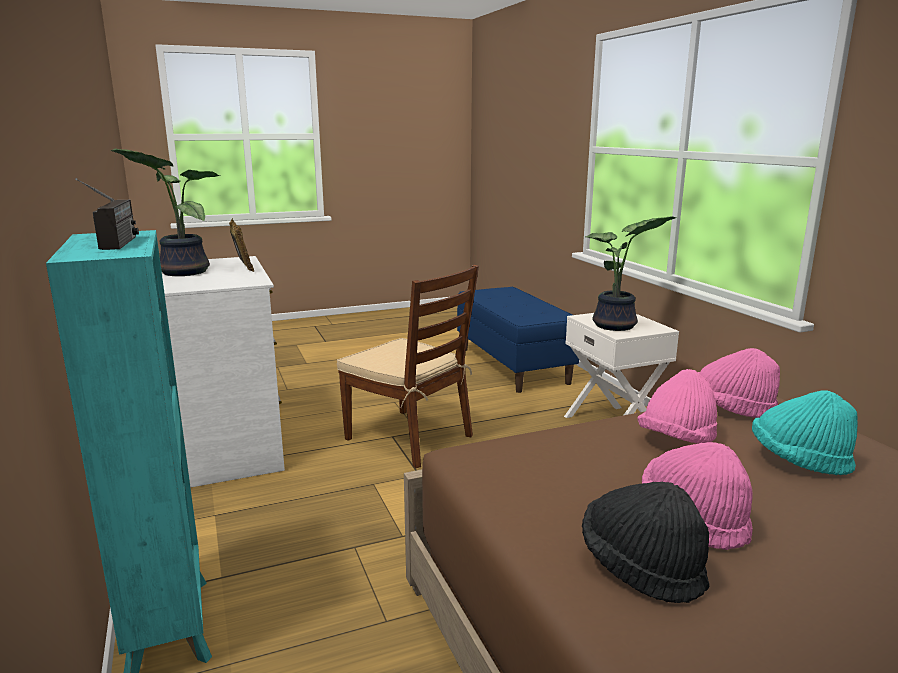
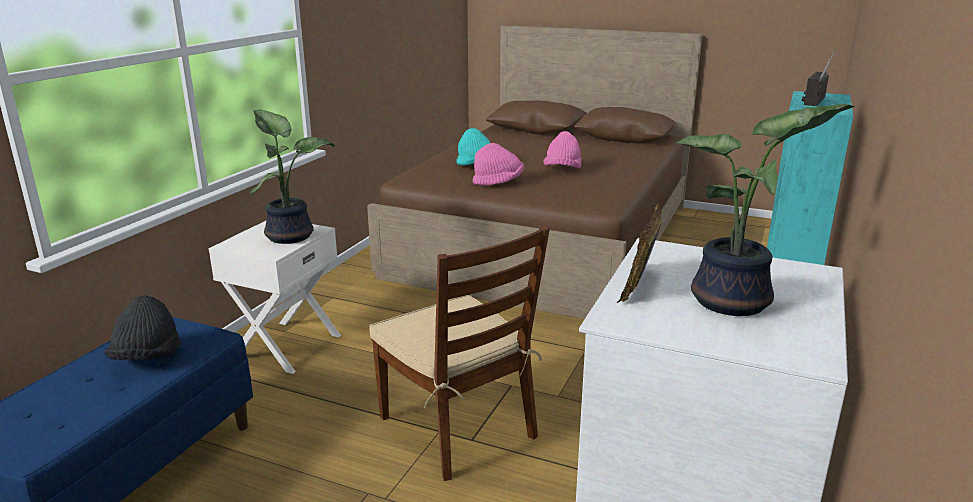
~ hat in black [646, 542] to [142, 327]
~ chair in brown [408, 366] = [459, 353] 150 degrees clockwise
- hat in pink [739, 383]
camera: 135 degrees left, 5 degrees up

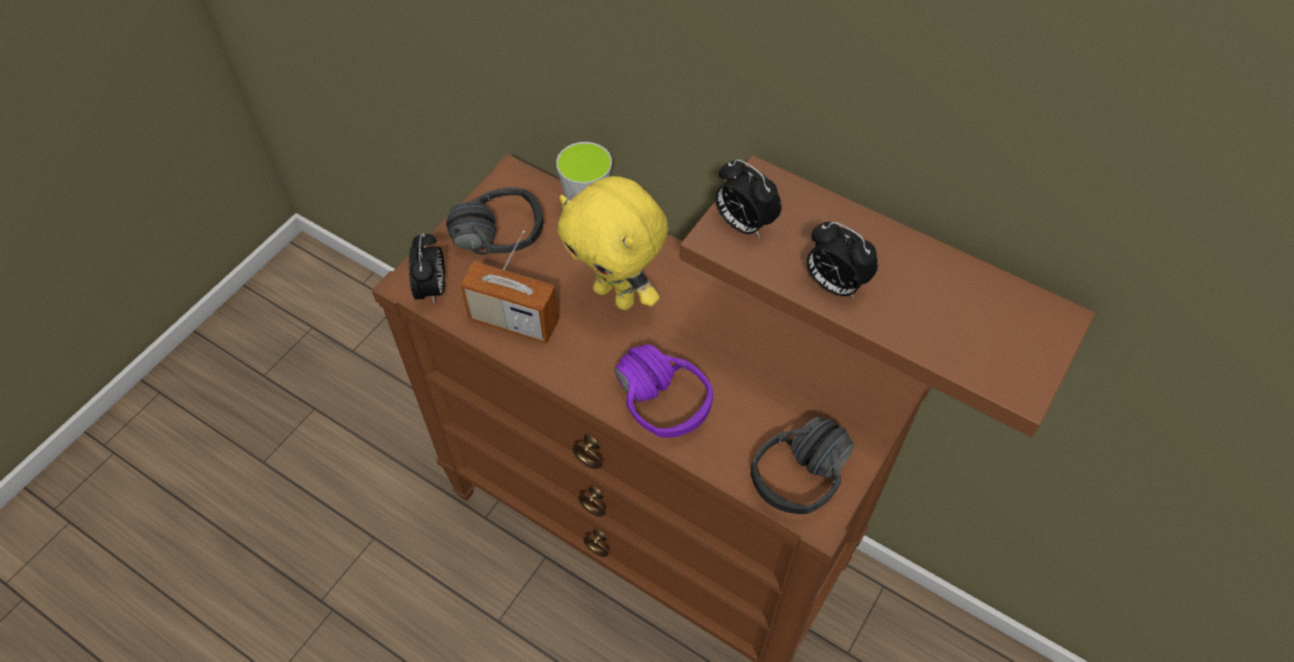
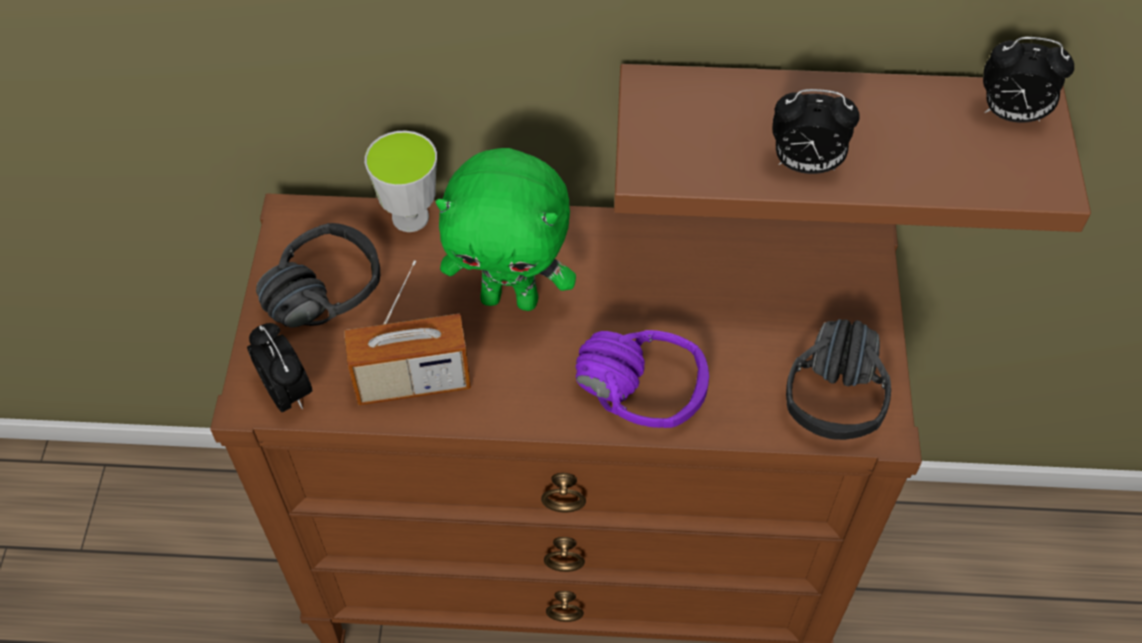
~ plush toy in yellow [612, 243] to plush toy in green [506, 229]
~ alarm clock [748, 198] to [1028, 80]
camera: 30 degrees left, 0 degrees up

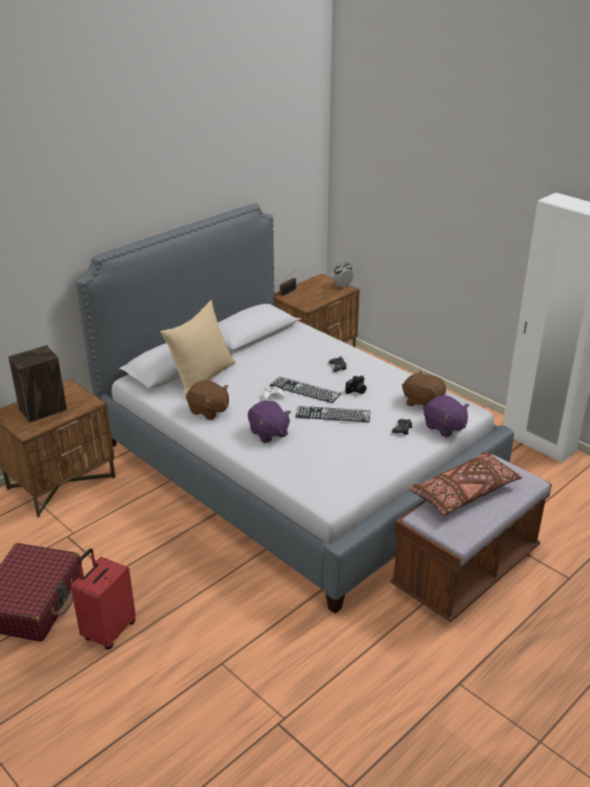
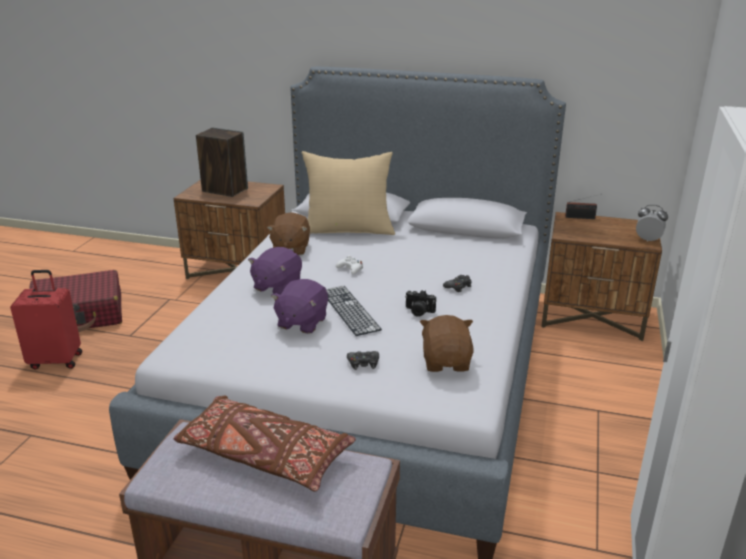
~ plush toy in purple [446, 416] to [299, 306]
- keyboard [305, 389]
camera: 60 degrees right, 5 degrees down

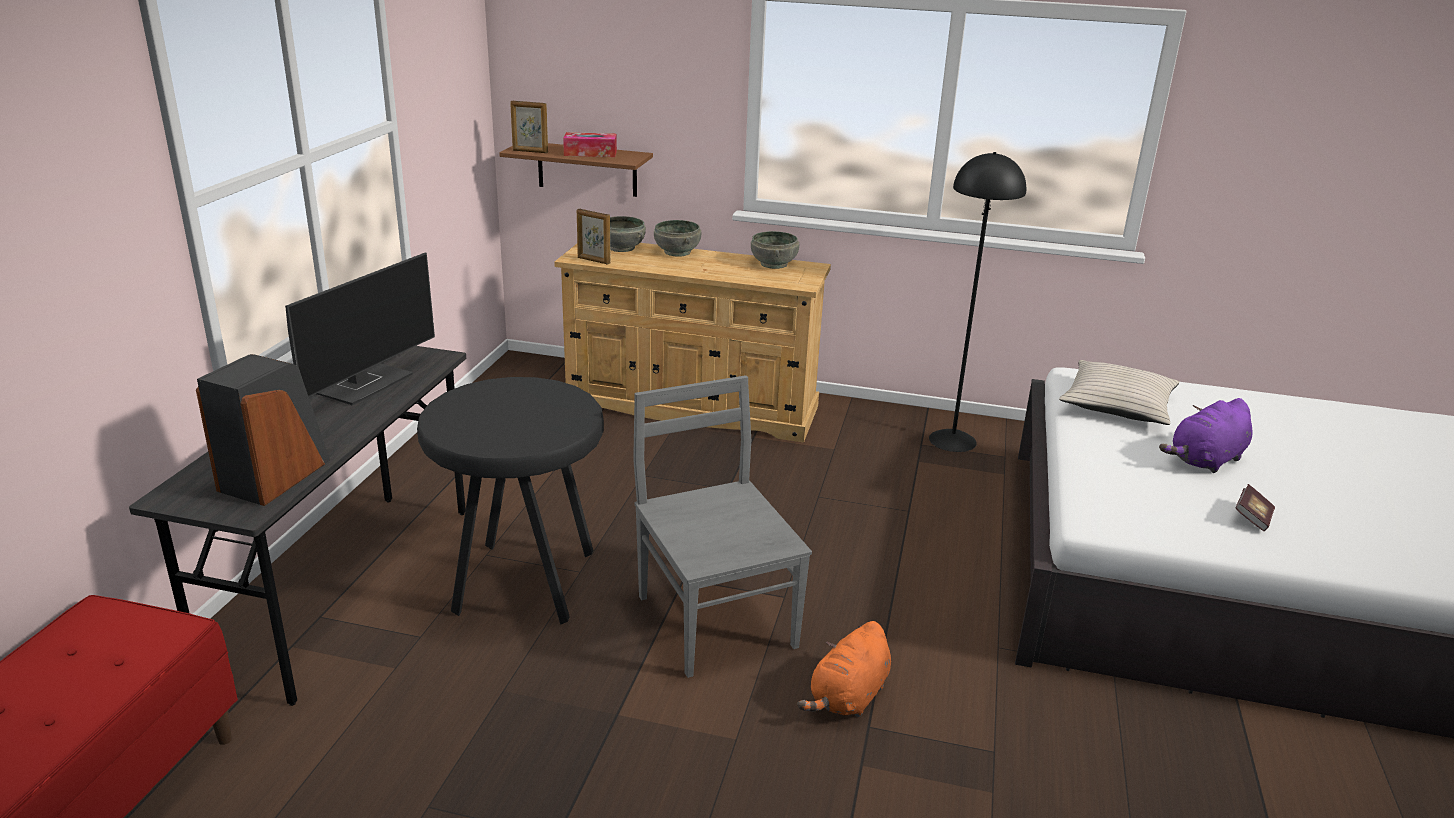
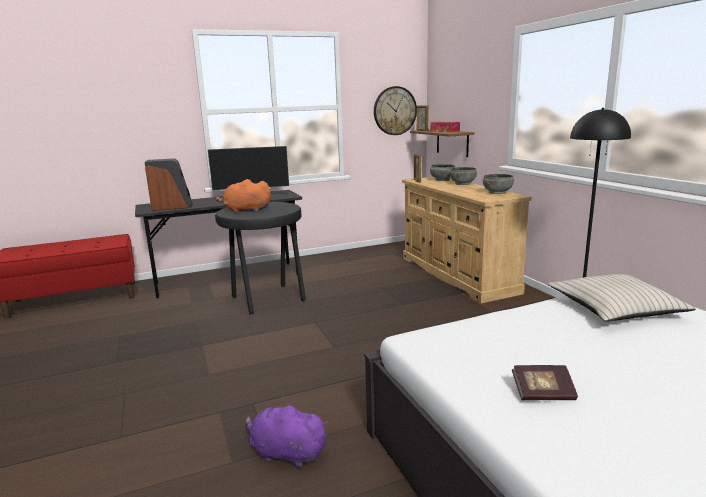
~ plush toy in orange [844, 669] to [243, 196]
~ plush toy in purple [1205, 435] to [286, 435]
+ wall clock [395, 110]
- chair in grey [722, 526]
camera: 55 degrees right, 10 degrees down

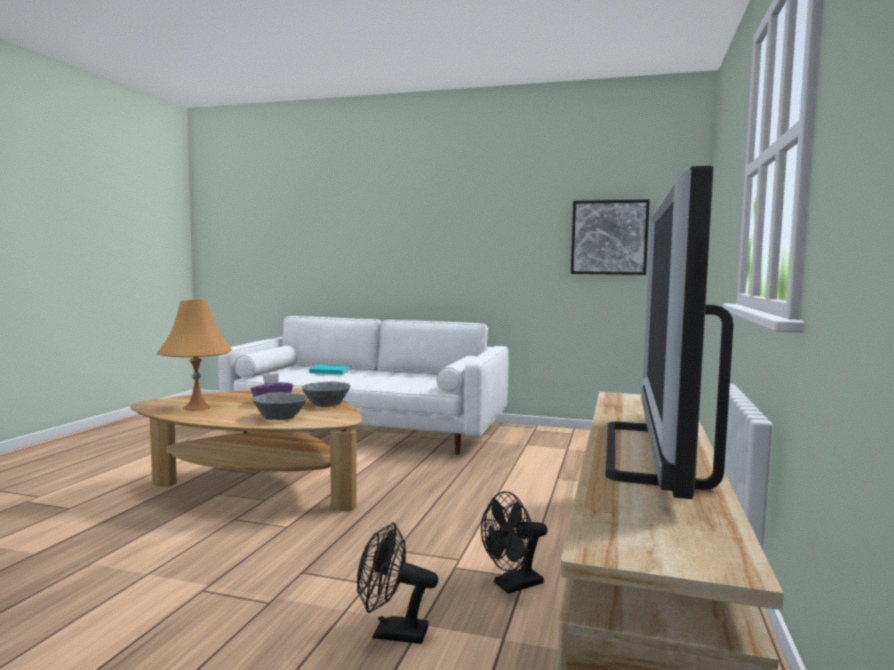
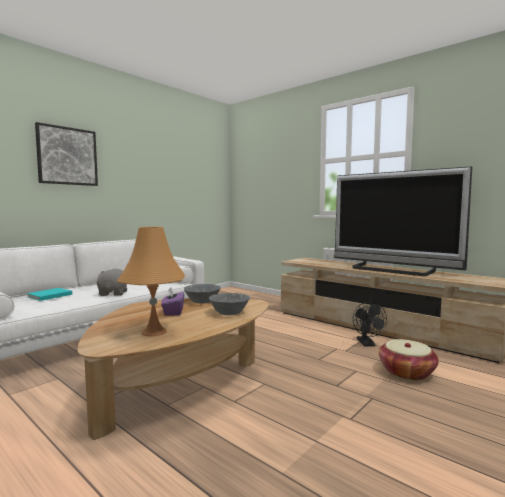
~ picture [610, 237] to [66, 154]
+ plush toy in grey [112, 282]
~ fan in black [397, 583] to basket [409, 359]
camera: 65 degrees left, 0 degrees up

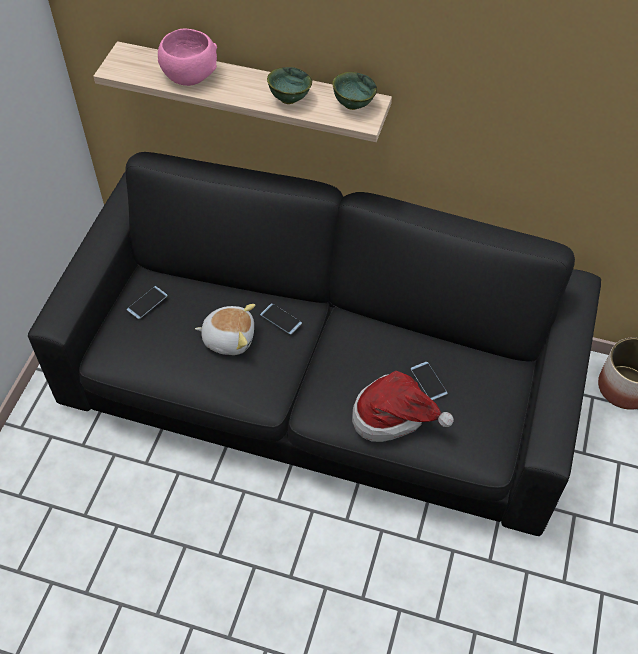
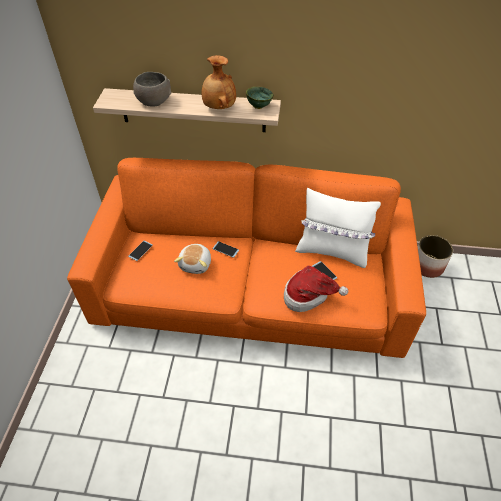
~ sofa in black [314, 344] to sofa in orange [246, 258]
~ bowl in pink [187, 57] to bowl in grey [152, 89]
~ plush toy [225, 329] = [192, 259] 105 degrees clockwise
~ bowl in green [289, 85] to vase in brown [219, 82]
+ pillow in white [338, 228]
camera: 10 degrees left, 5 degrees down

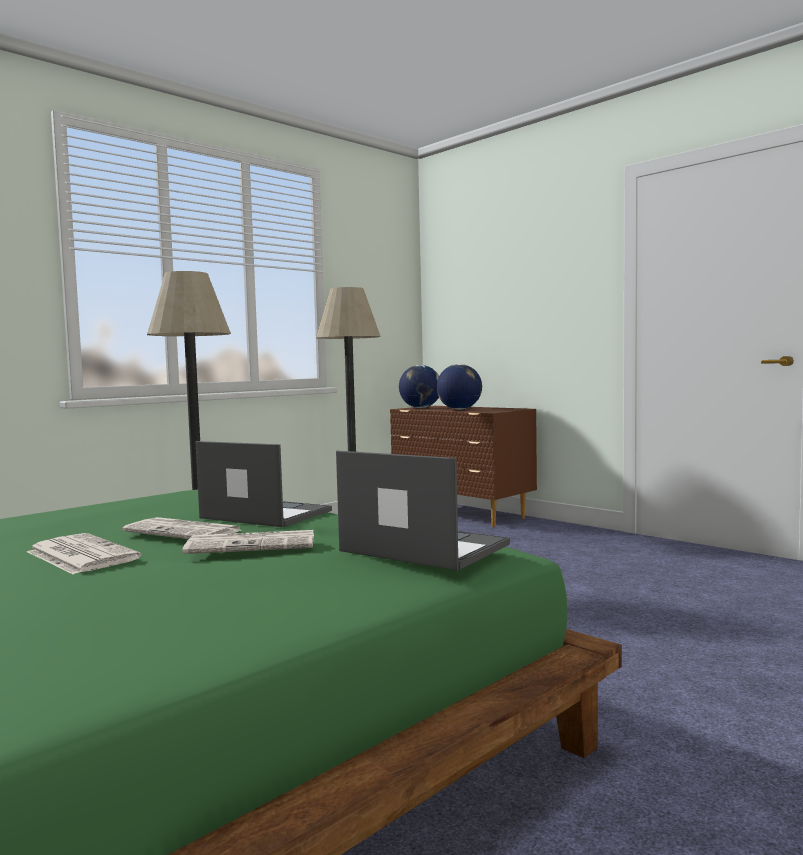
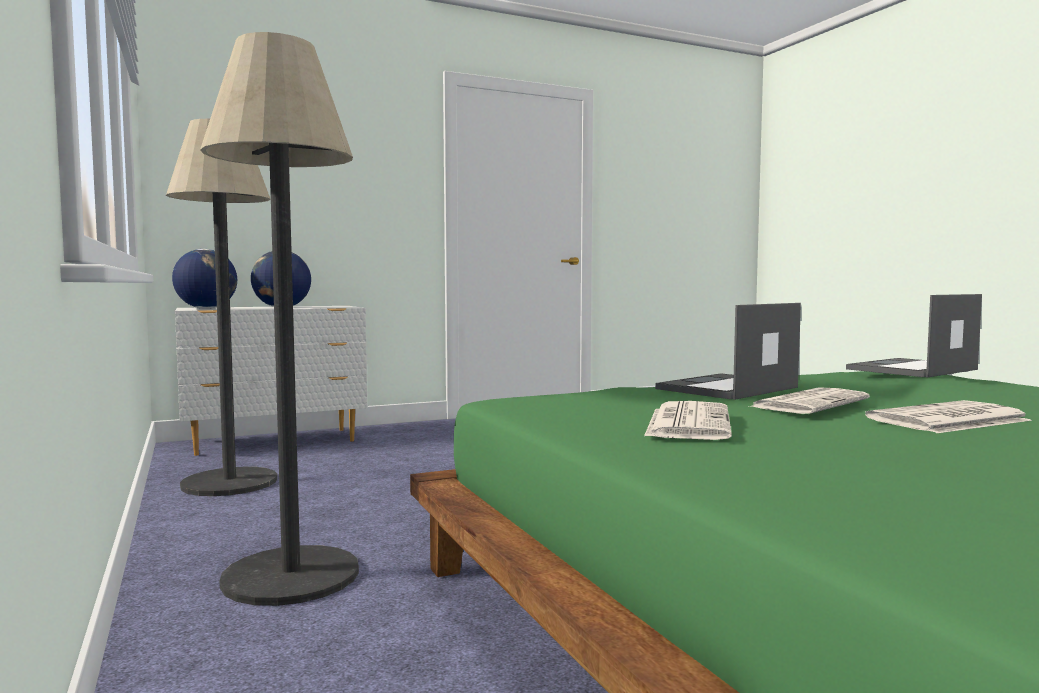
~ dresser in brown [463, 466] to dresser in white [271, 381]
~ newspaper [248, 542] to [688, 420]
camera: 70 degrees left, 0 degrees up

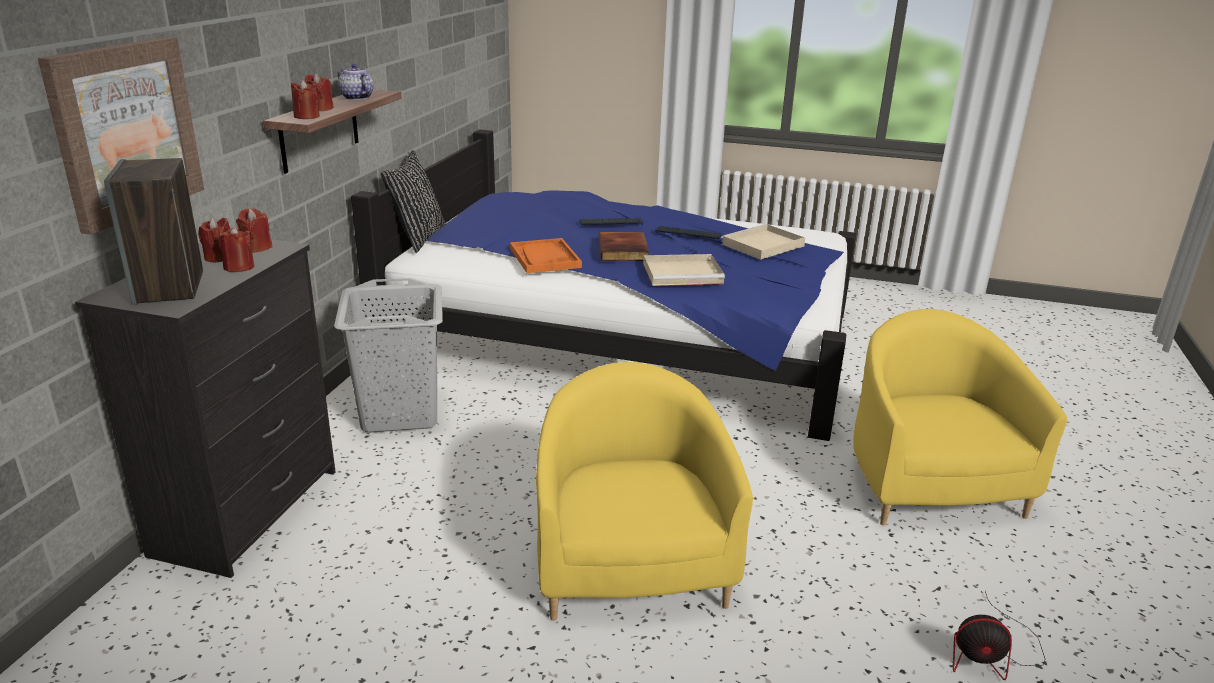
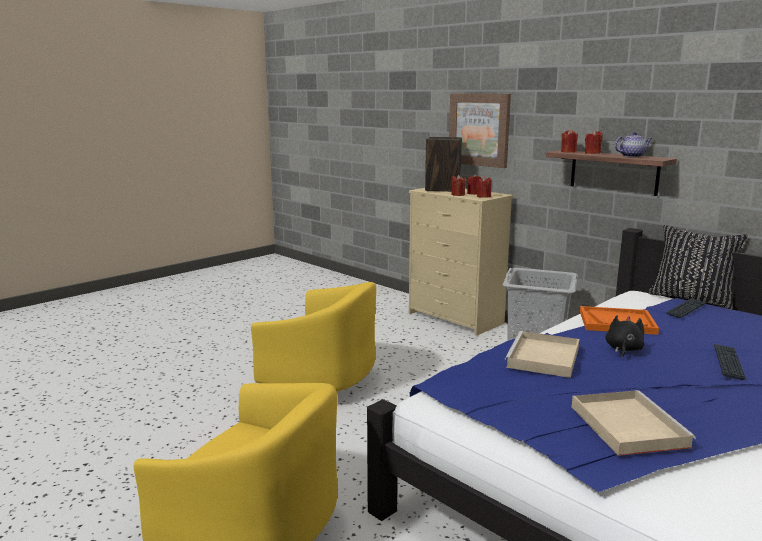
~ dresser in black [205, 409] to dresser in beige [461, 262]
~ book [623, 246] to plush toy in black [625, 336]
~ keyboard [688, 232] to [686, 308]
- fan [999, 635]
camera: 120 degrees right, 10 degrees down

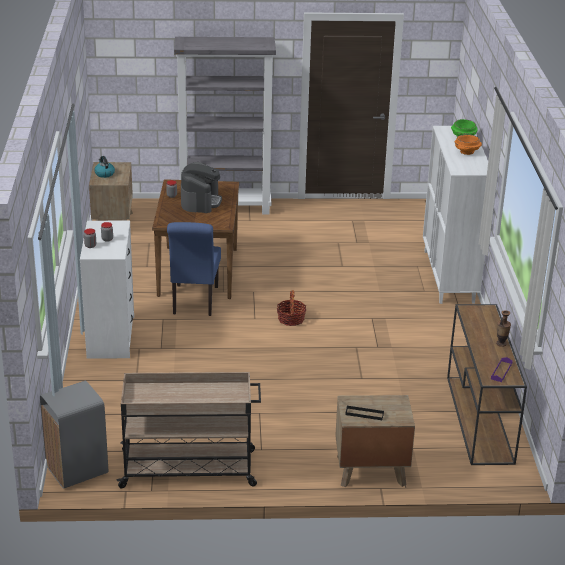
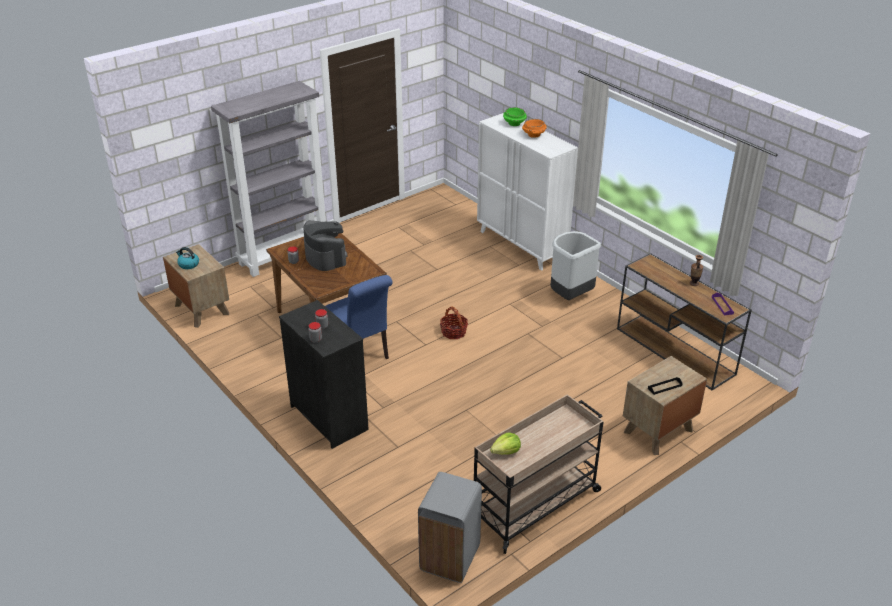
~ dresser in white [107, 290] to dresser in black [324, 374]
+ lettuce [505, 443]
+ trash can in grey [576, 265]
camera: 35 degrees left, 5 degrees up

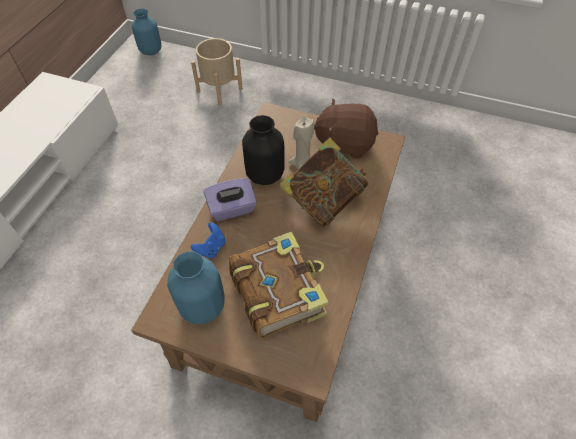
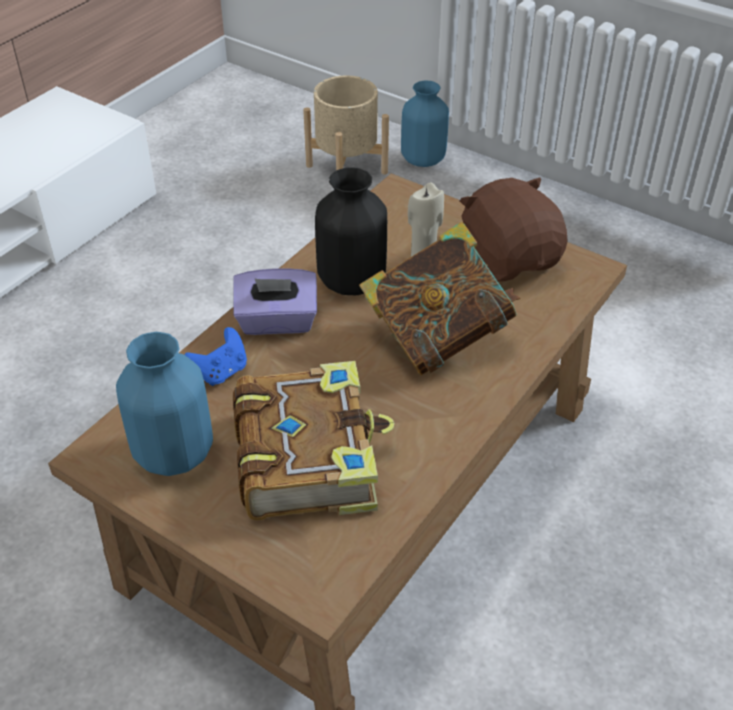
~ vase in blue [146, 31] to [425, 123]
~ plush toy in brown [346, 129] = [514, 229] 45 degrees clockwise
camera: 15 degrees right, 10 degrees down

